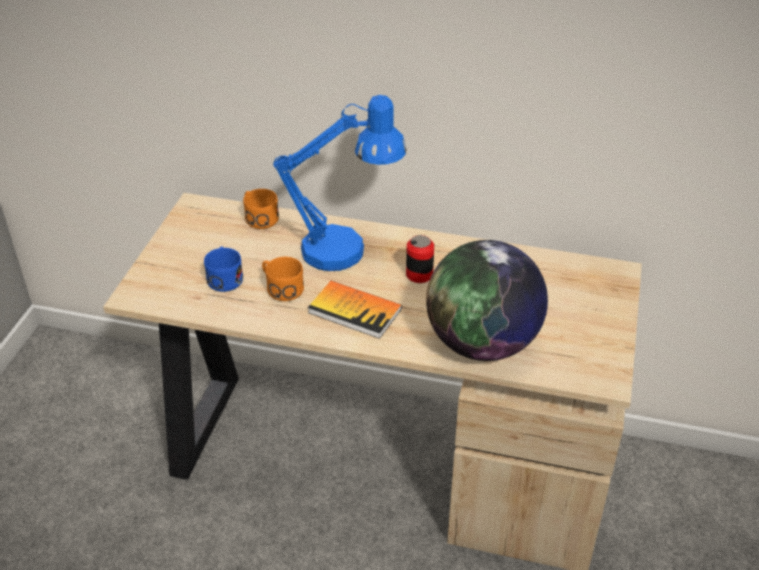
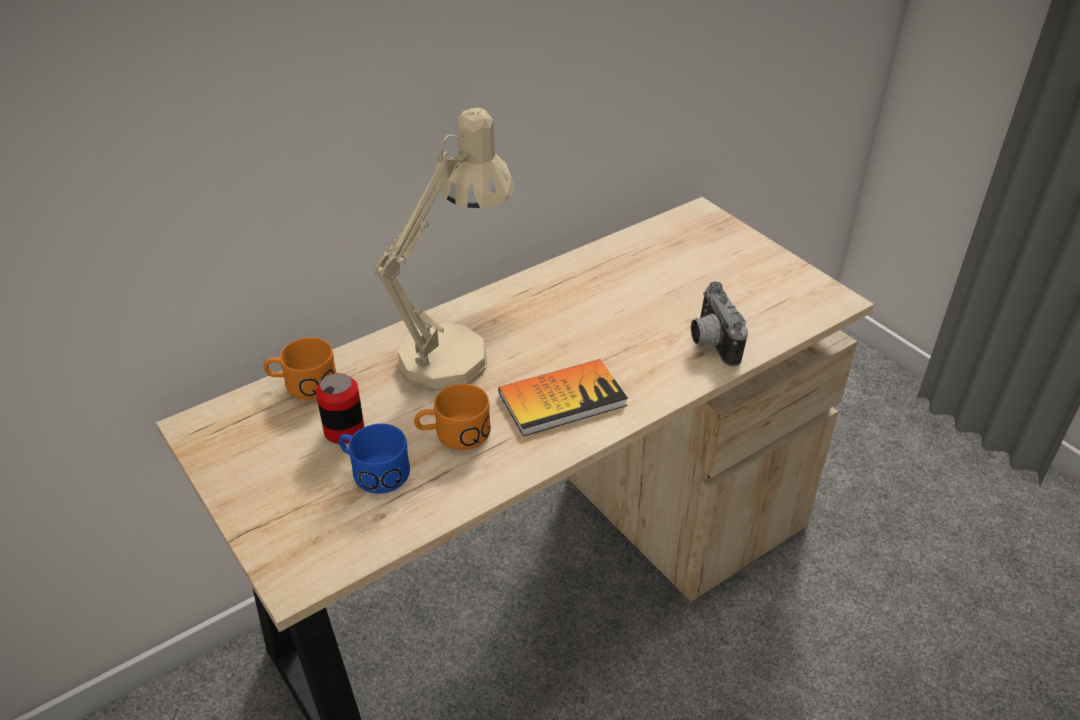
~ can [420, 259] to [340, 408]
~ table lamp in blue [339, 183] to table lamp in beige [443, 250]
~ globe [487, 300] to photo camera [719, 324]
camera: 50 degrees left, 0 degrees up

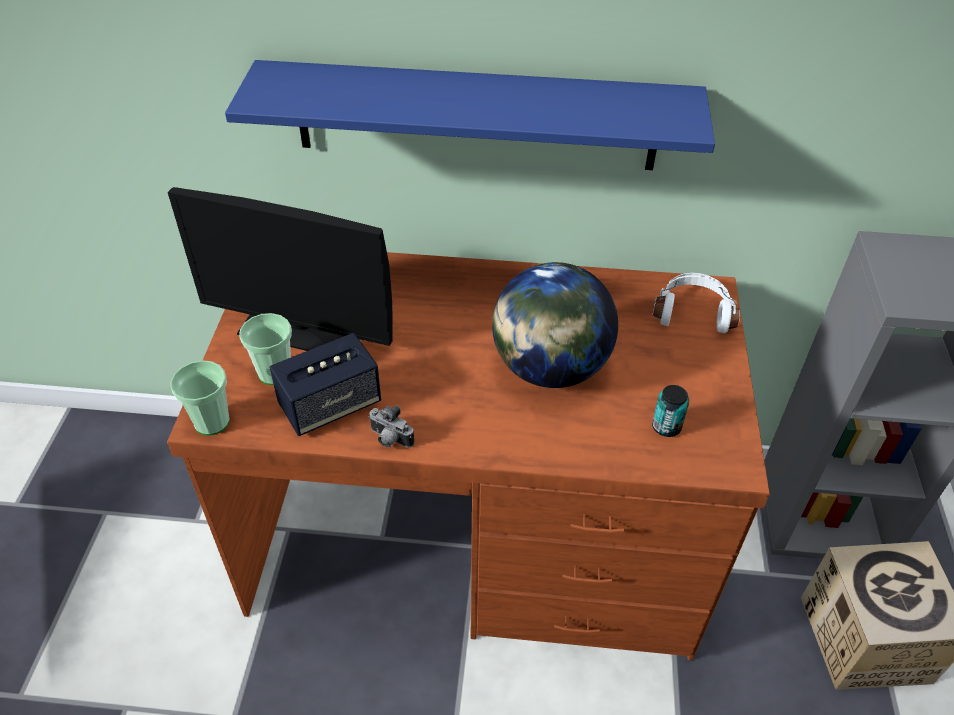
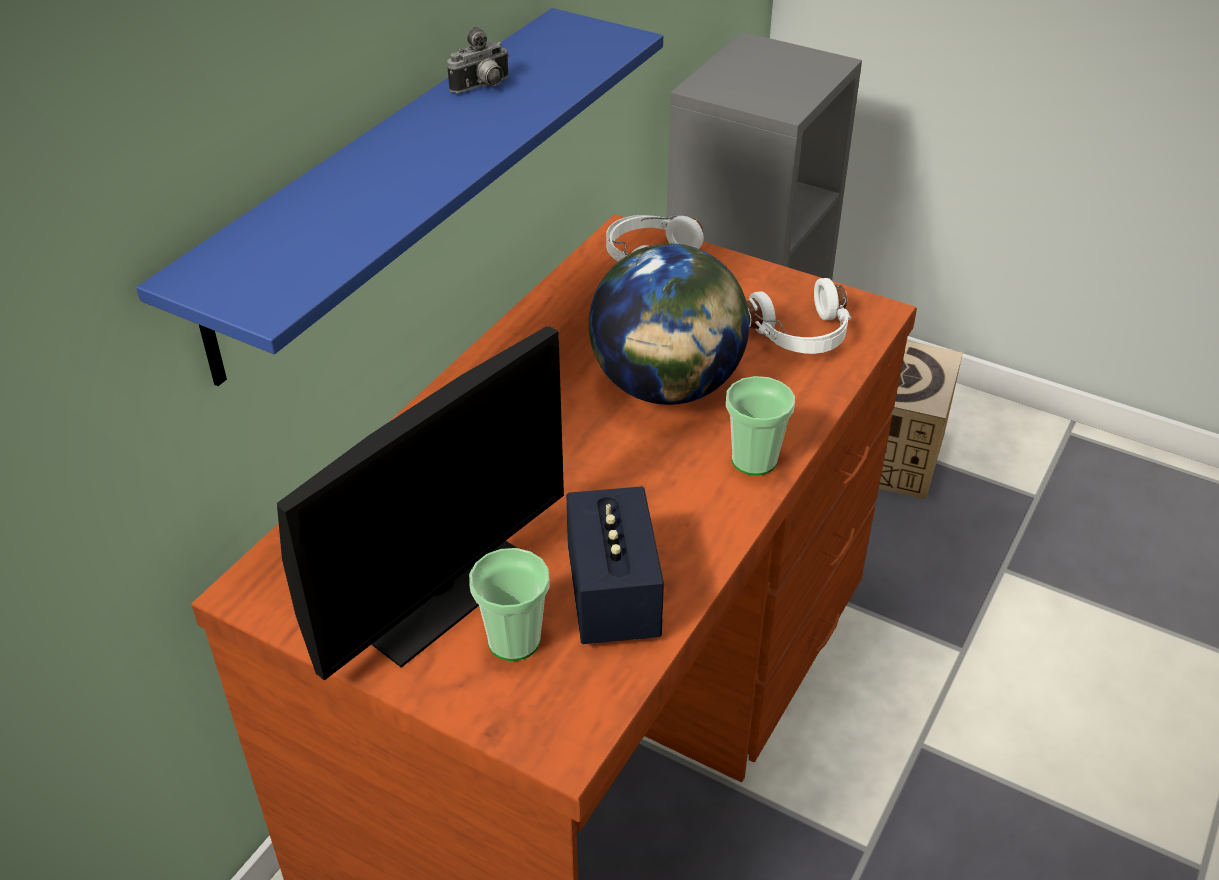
~ photo camera [391, 426] to [478, 59]
~ cup [200, 398] to [760, 426]
~ can [670, 411] to headphones in white [799, 316]
camera: 65 degrees left, 5 degrees down

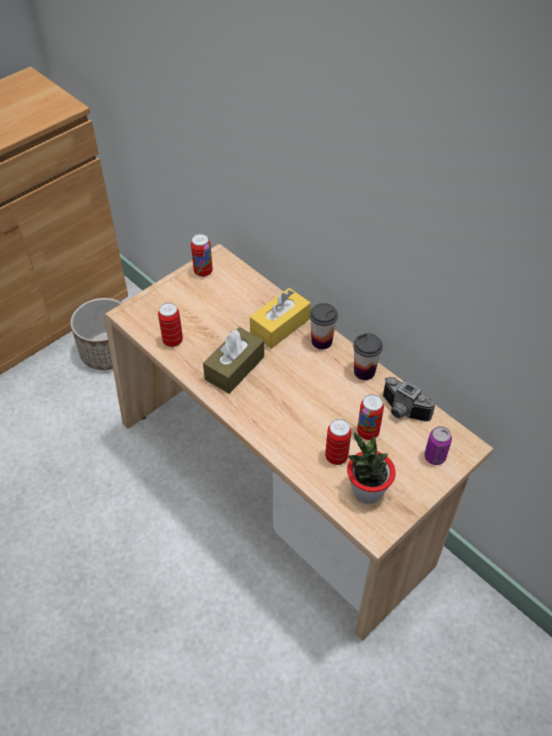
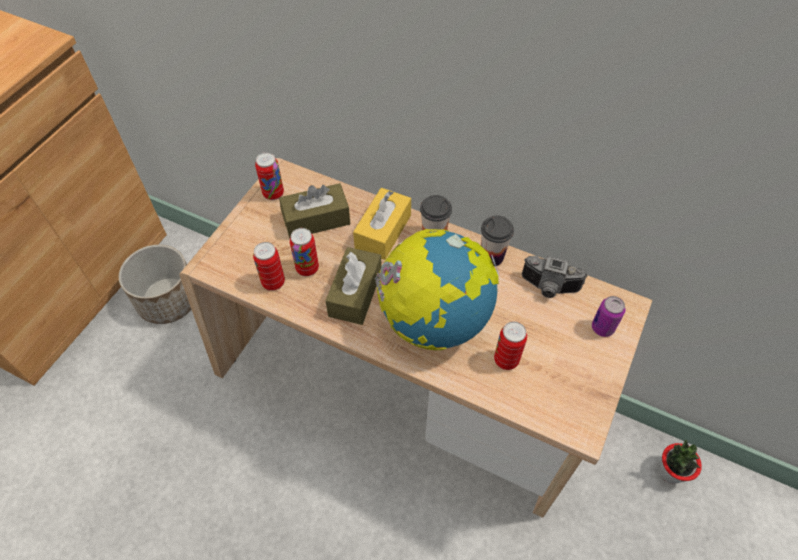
+ tissue box in brown [314, 210]
~ can [370, 417] to [304, 252]
+ globe [437, 289]
~ potted plant [371, 468] to [680, 462]
camera: 20 degrees left, 5 degrees up

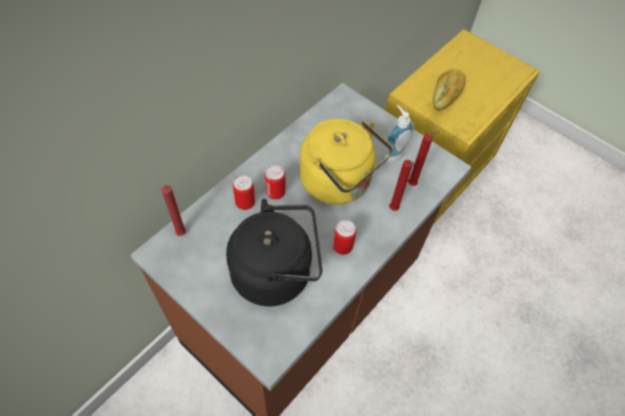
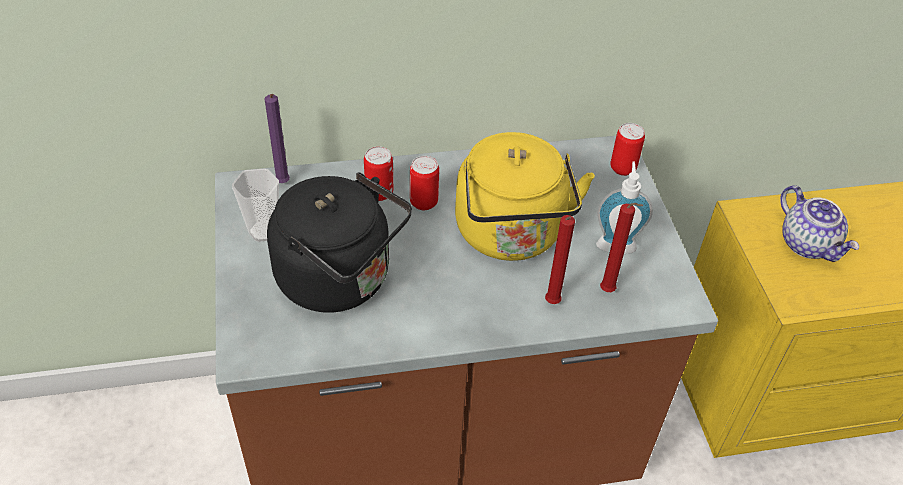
+ cup [255, 205]
~ candle in red [174, 210] to candle in purple [277, 138]
~ can [344, 237] to [627, 149]
~ bread [449, 90] to teapot [819, 223]
camera: 40 degrees right, 10 degrees down

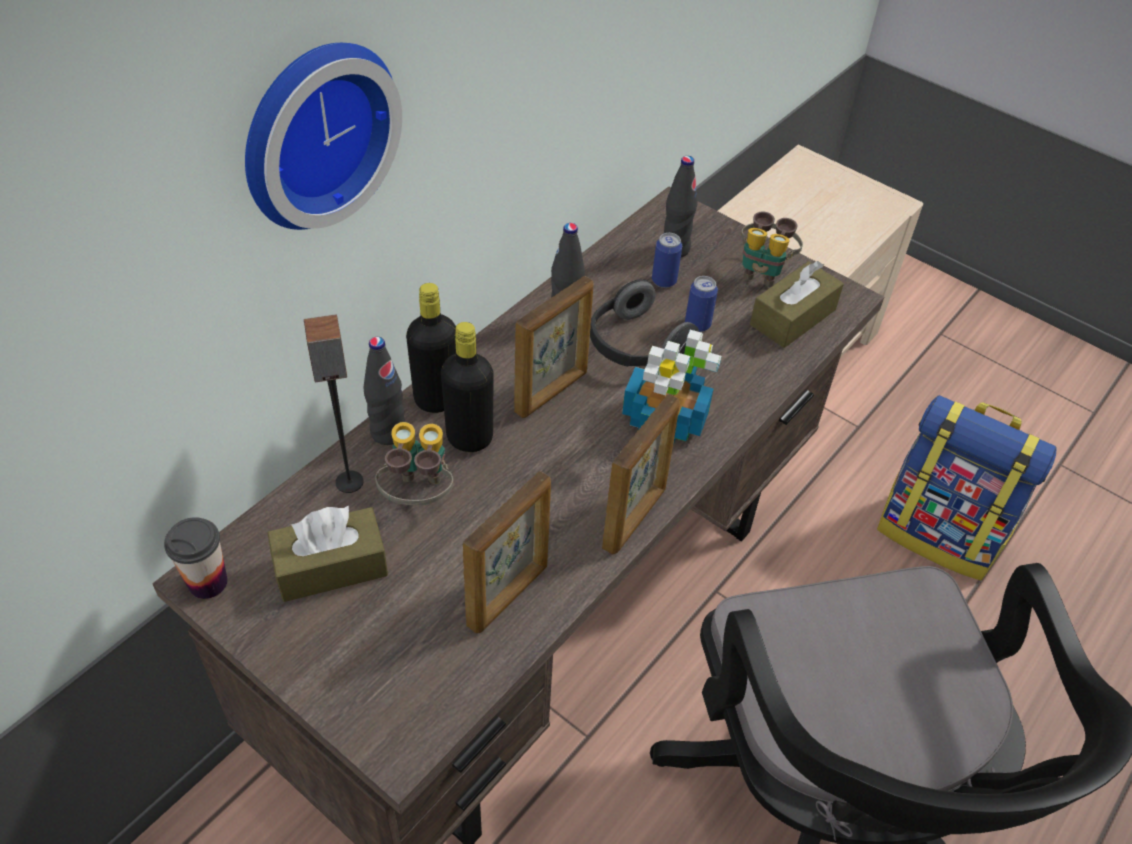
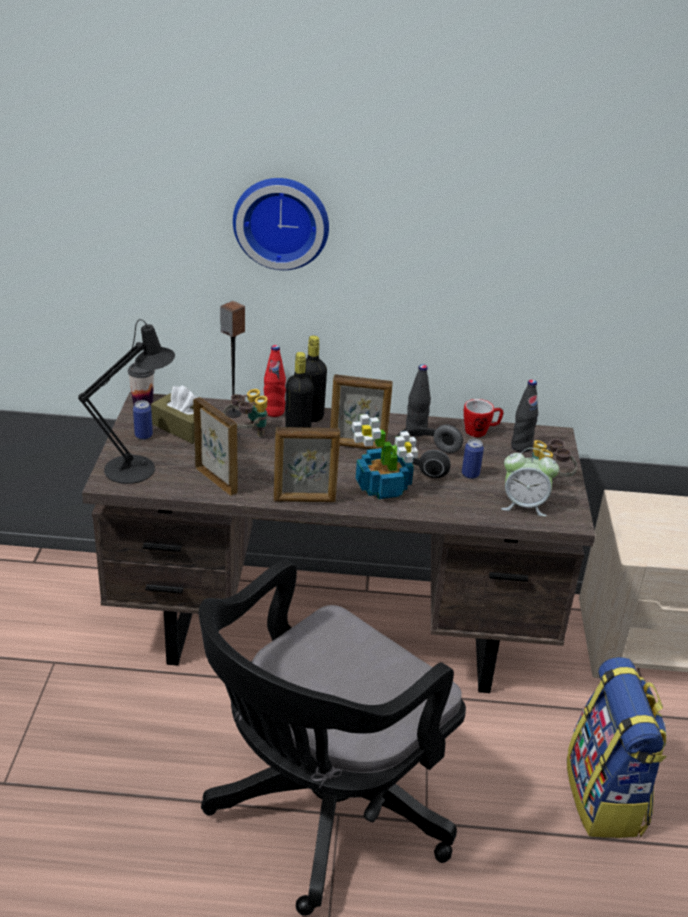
+ table lamp in black [126, 401]
~ can [667, 260] to [143, 420]
~ picture frame [507, 552] = [215, 446] 135 degrees counterclockwise
~ bottle in black [384, 391] to bottle in red [275, 381]
+ mug [483, 418]
~ tissue box in brown [797, 304] to alarm clock [530, 482]
camera: 55 degrees right, 15 degrees down

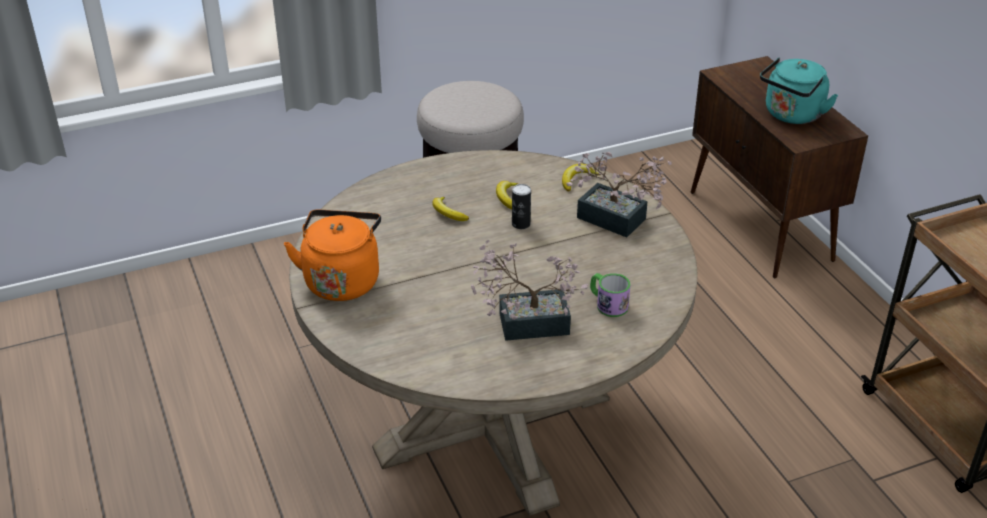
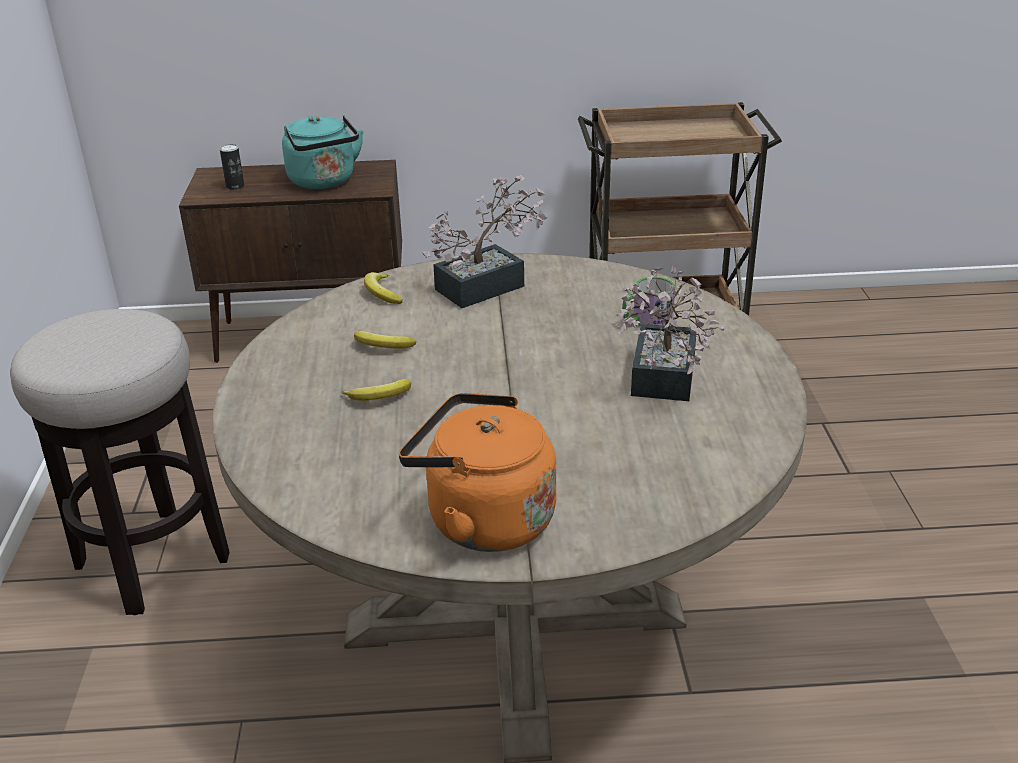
~ can [521, 206] to [232, 167]
camera: 70 degrees left, 5 degrees down

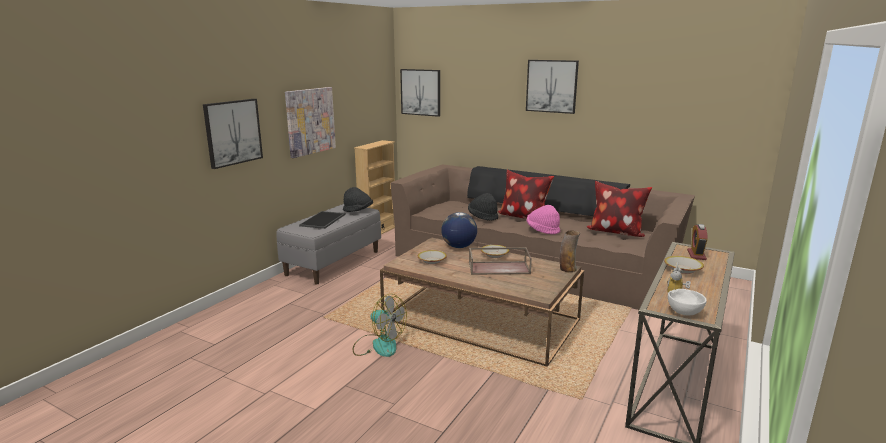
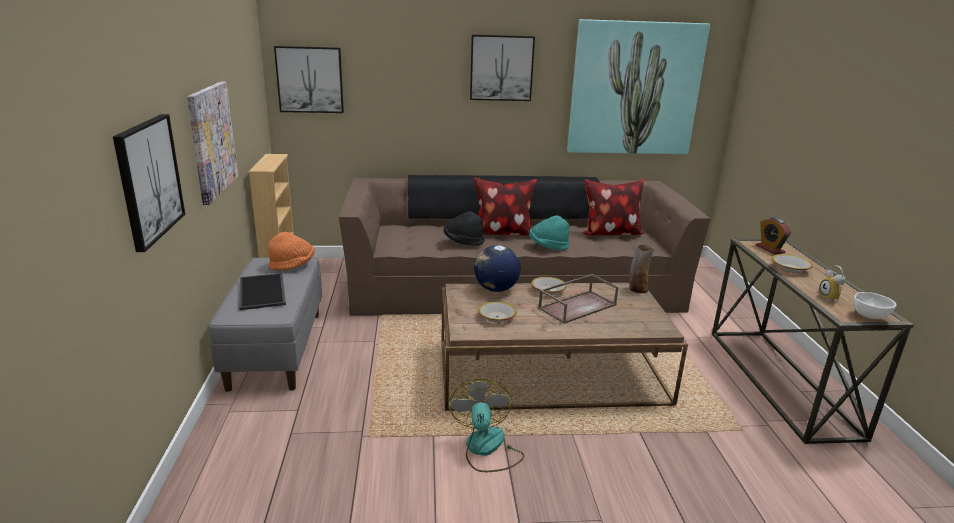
~ hat in black [358, 199] to hat in orange [291, 251]
~ fan [380, 325] = [486, 425] 90 degrees counterclockwise
~ hat in pink [543, 219] to hat in turquoise [549, 233]
+ picture [638, 86]
camera: 35 degrees left, 5 degrees up

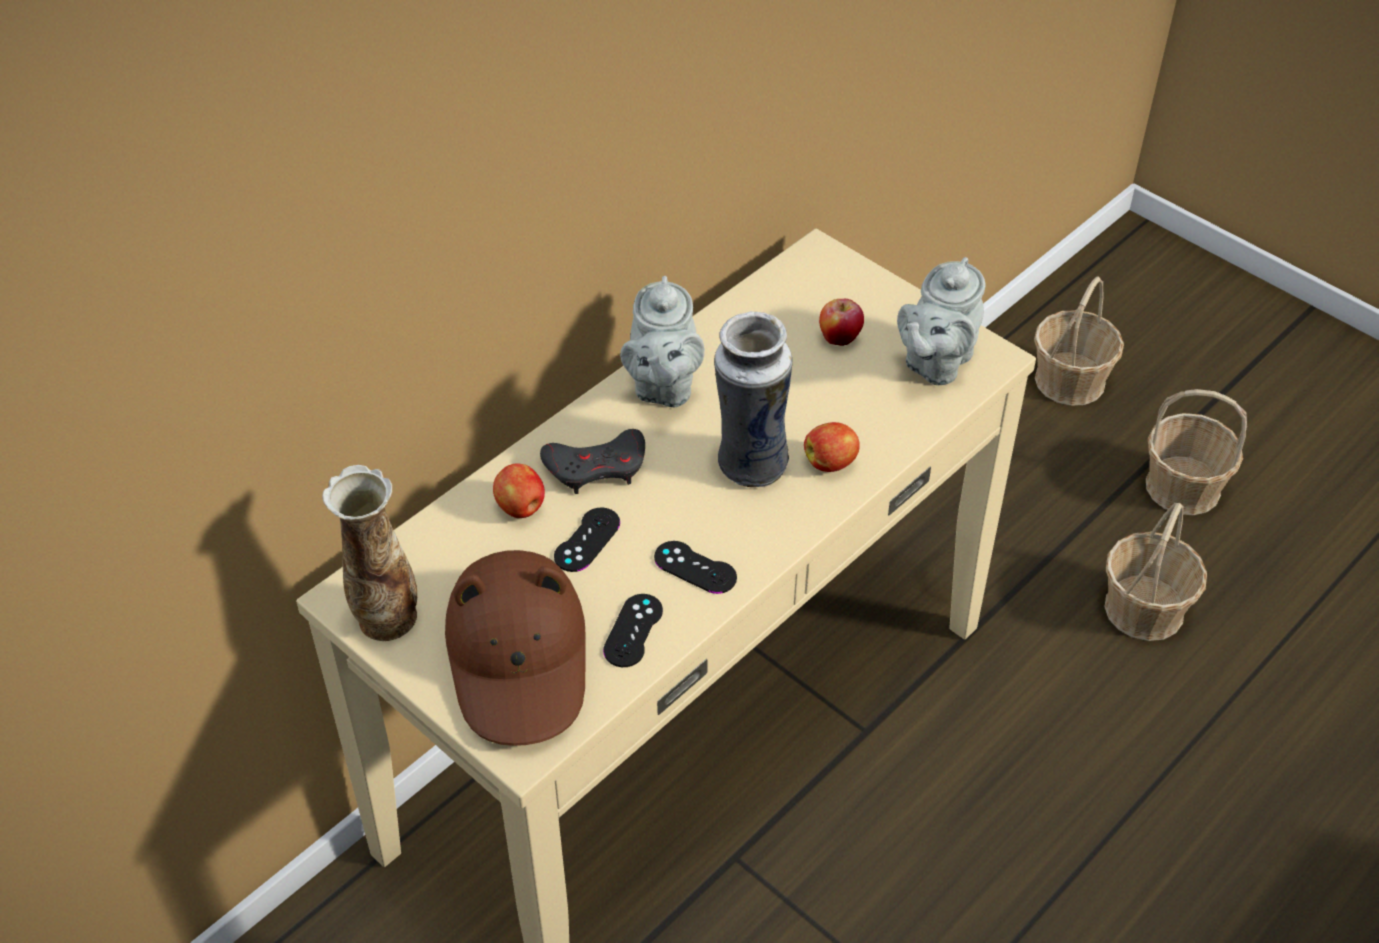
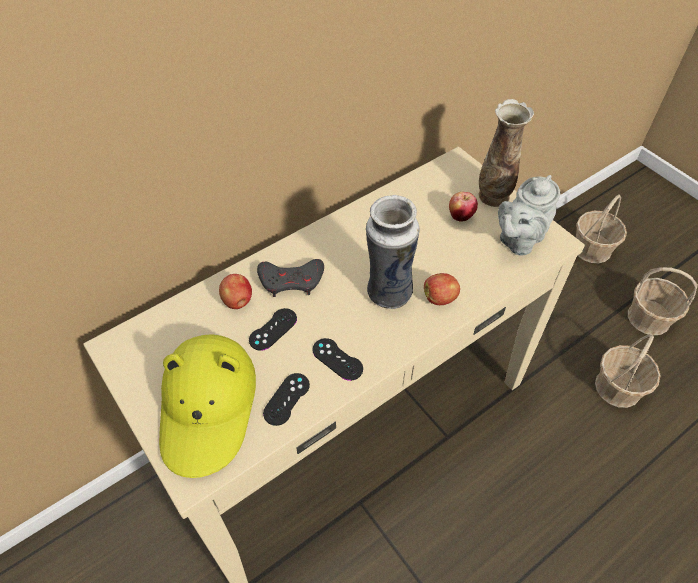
~ hat in brown [515, 648] to hat in yellow [207, 406]
~ vase [369, 553] to [506, 153]
- teapot in grey [662, 342]
camera: 10 degrees right, 5 degrees up

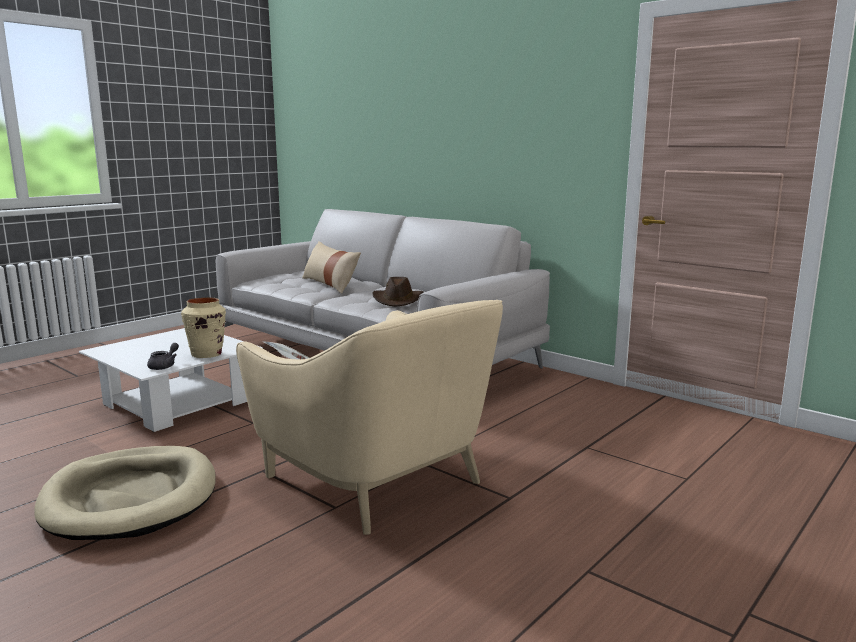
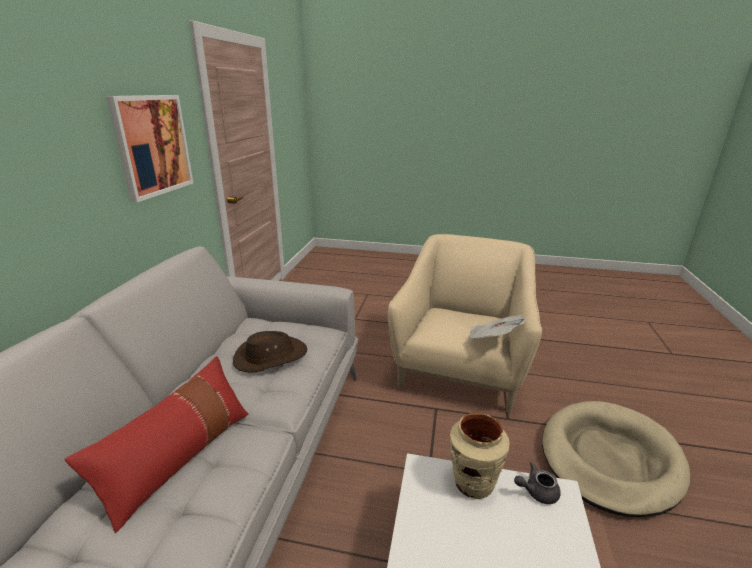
~ pillow in beige [331, 267] to pillow in red [156, 444]
+ picture [149, 149]
camera: 120 degrees left, 10 degrees up

